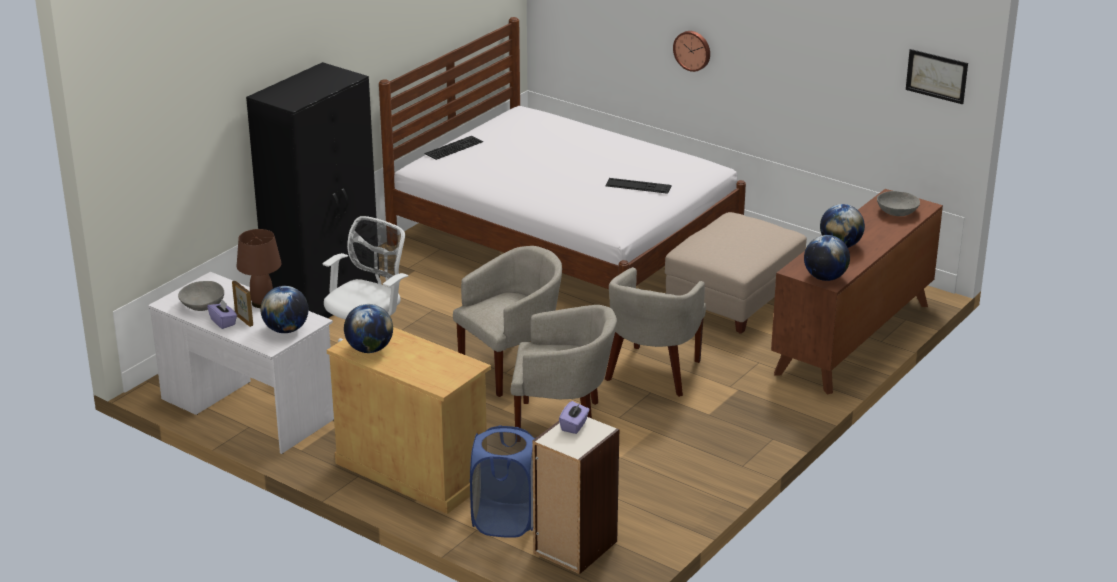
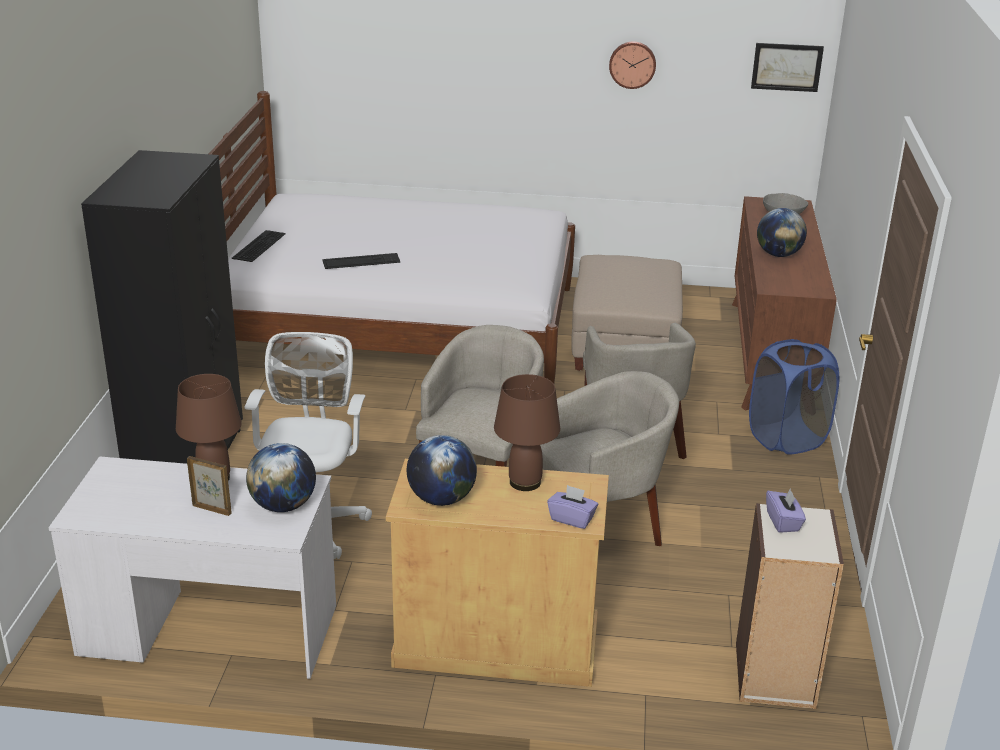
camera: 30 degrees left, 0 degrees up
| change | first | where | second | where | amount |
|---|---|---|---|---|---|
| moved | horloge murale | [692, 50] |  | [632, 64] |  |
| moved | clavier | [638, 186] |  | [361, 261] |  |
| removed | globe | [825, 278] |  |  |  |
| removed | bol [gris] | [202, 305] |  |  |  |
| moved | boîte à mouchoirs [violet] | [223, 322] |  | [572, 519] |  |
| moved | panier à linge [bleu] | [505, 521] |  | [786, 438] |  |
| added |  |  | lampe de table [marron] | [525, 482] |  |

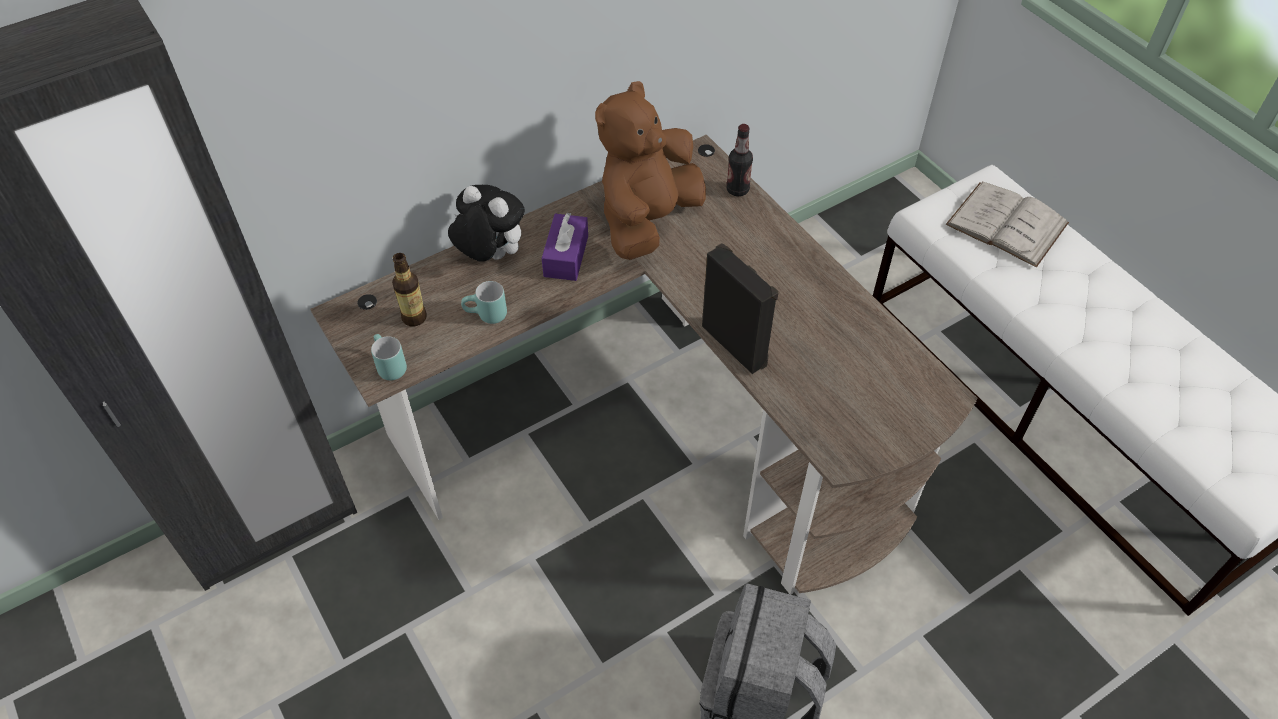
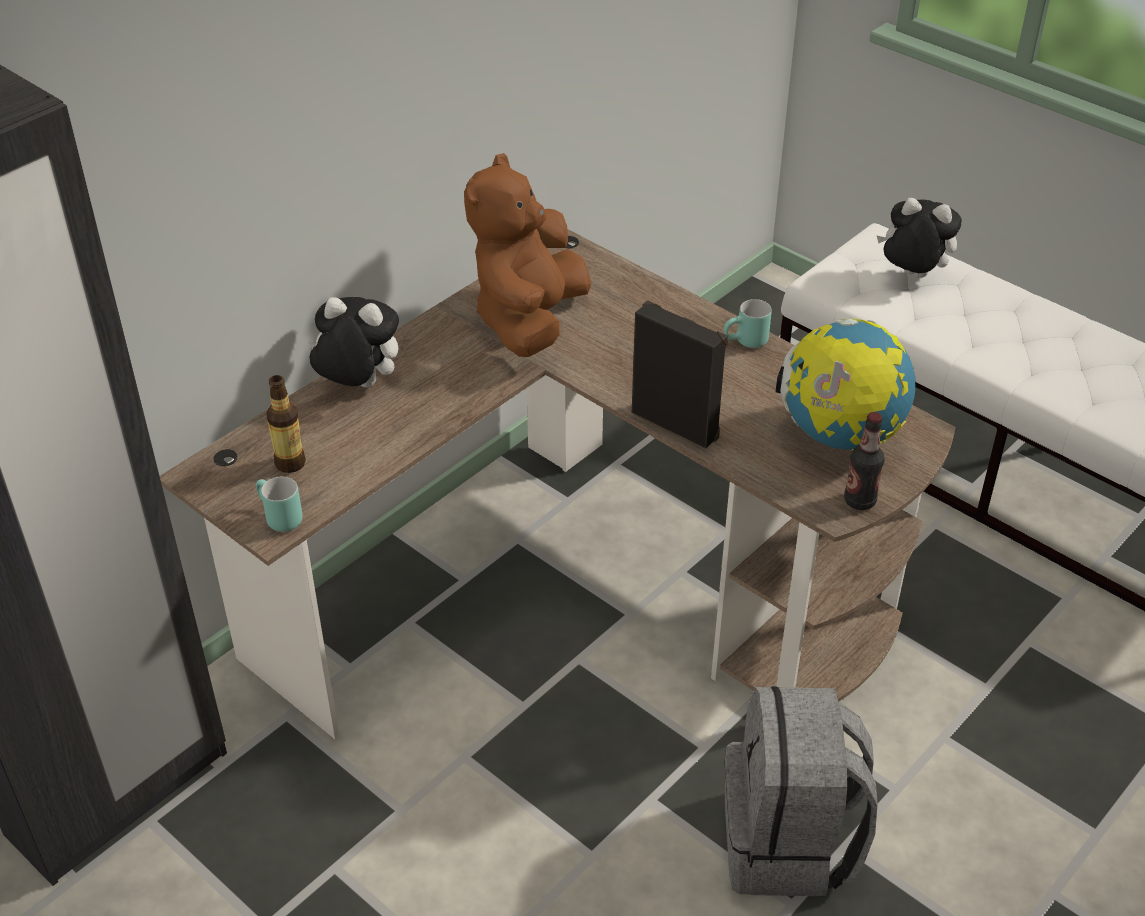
camera: 15 degrees left, 10 degrees down
| change | first | where | second | where | amount |
|---|---|---|---|---|---|
| moved | bouteille | [737, 190] |  | [859, 501] |  |
| replaced | livre [blanc] | [1007, 224] | peluche | [911, 276] |  |
| removed | boîte à mouchoirs [violet] | [566, 256] |  |  |  |
| moved | mug [turquoise] | [486, 317] |  | [746, 343] |  |
| added |  |  | globe | [839, 435] |  |

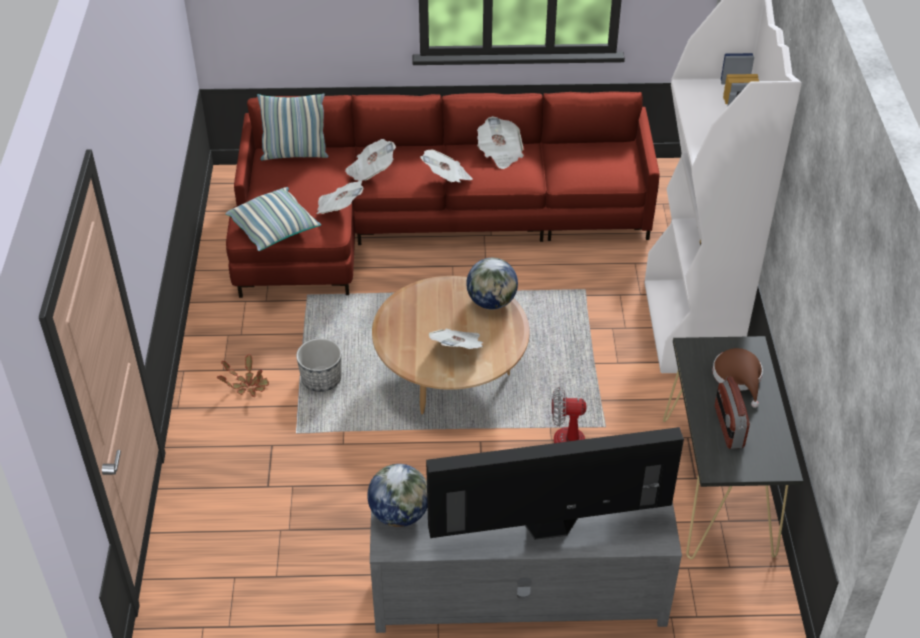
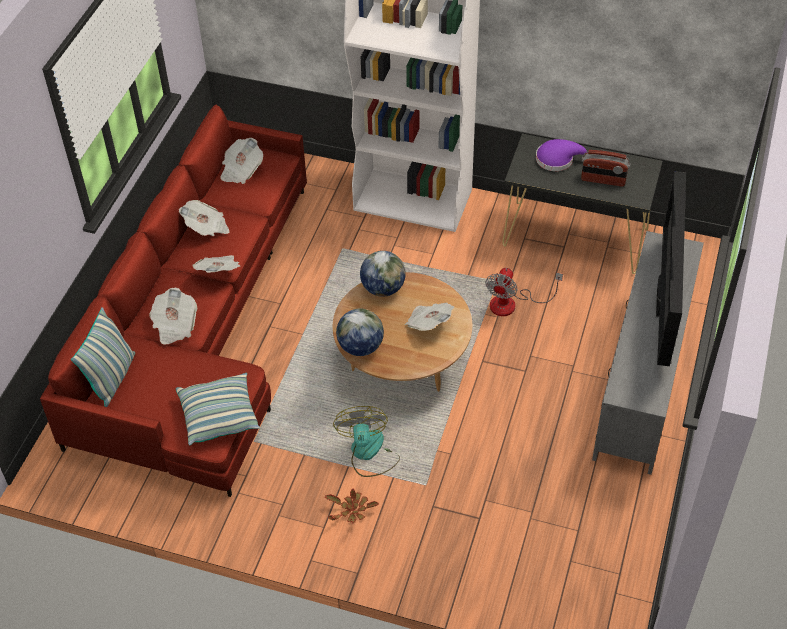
camera: 70 degrees left, 5 degrees up
| change | first | where | second | where | amount |
|---|---|---|---|---|---|
| moved | journal | [339, 208] |  | [241, 170] |  |
| replaced | cache-pot | [321, 379] | ventilateur | [368, 453] |  |
| recoloured | chapeau [marron] | [738, 377] | chapeau [violet] | [558, 159] |  |
| moved | globe | [399, 514] |  | [360, 347] |  |

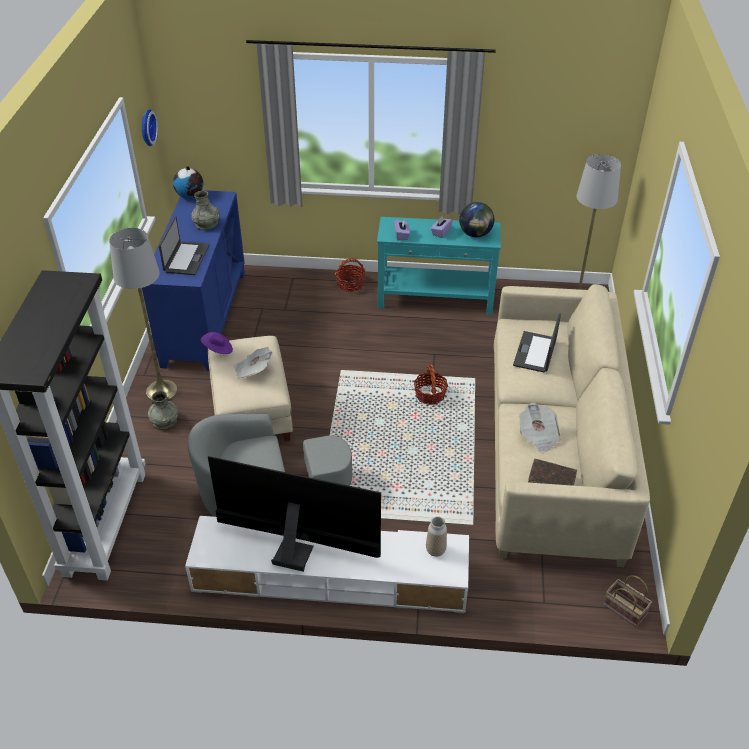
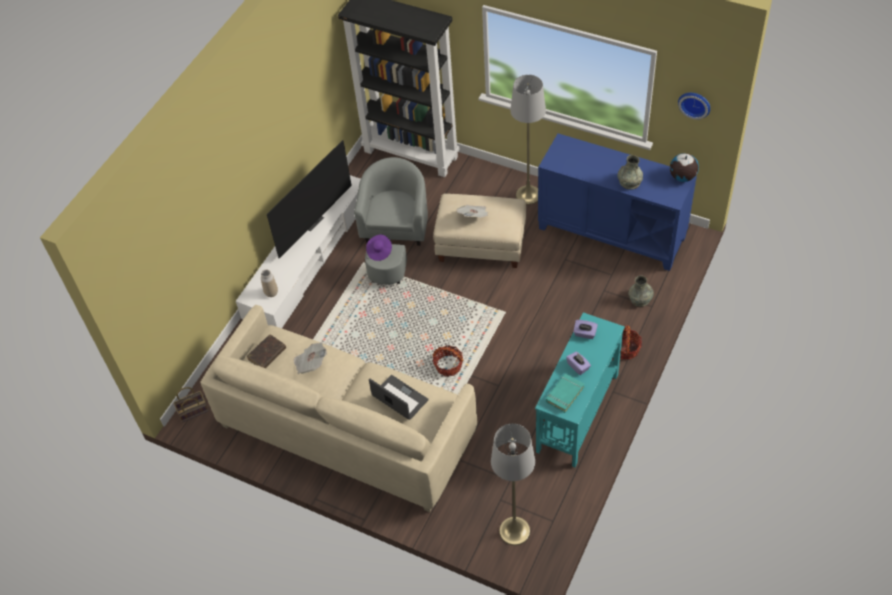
camera: 115 degrees right, 10 degrees up
| change | first | where | second | where | amount |
|---|---|---|---|---|---|
| replaced | globe | [475, 234] | livre [turquoise] | [564, 394] |  |
| removed | ordinateur portable | [186, 258] |  |  |  |
| moved | chapeau [violet] | [218, 349] |  | [379, 251] |  |
| moved | vase [gris] | [164, 421] |  | [640, 299] |  |

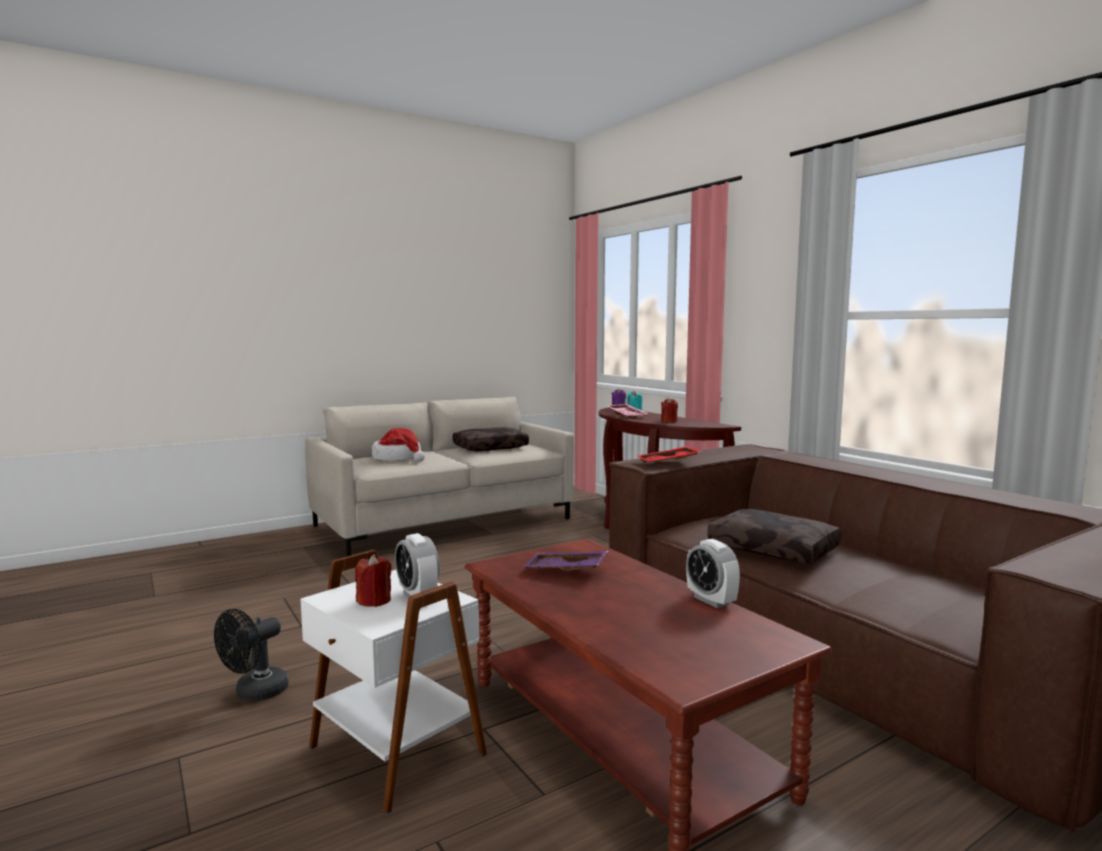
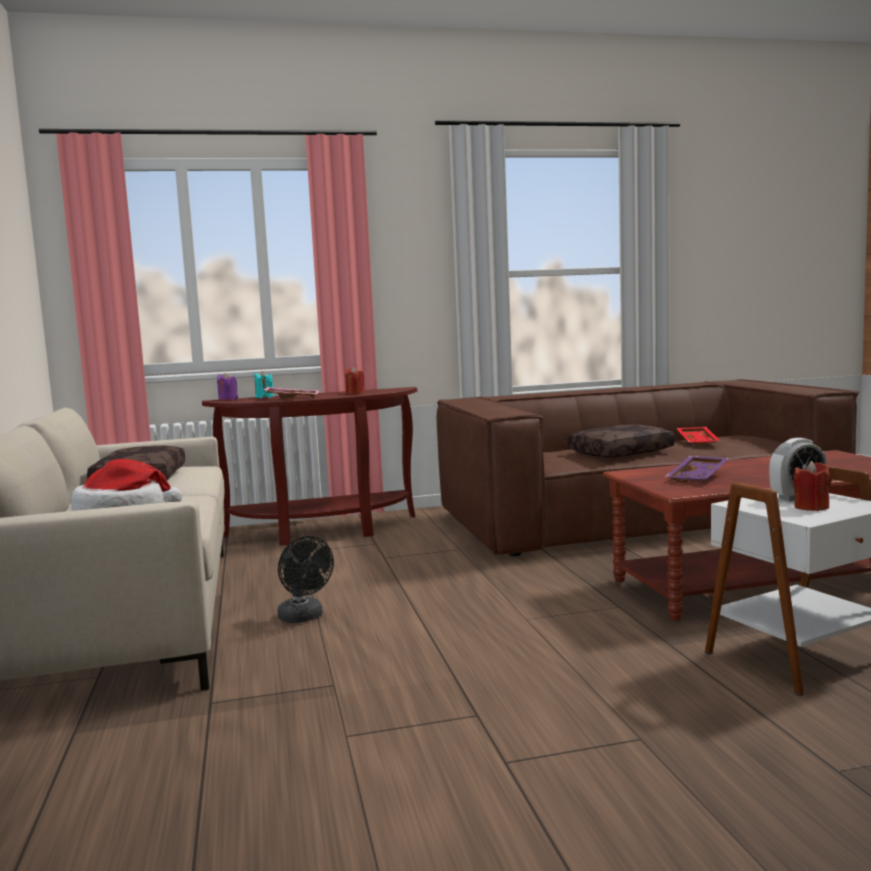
camera: 70 degrees left, 0 degrees up
| change | first | where | second | where | amount |
|---|---|---|---|---|---|
| moved | plateau [rouge] | [669, 462] |  | [698, 442] |  |
| removed | réveil | [711, 600] |  |  |  |
| moved | ventilateur [noir] | [254, 693] |  | [304, 618] |  |

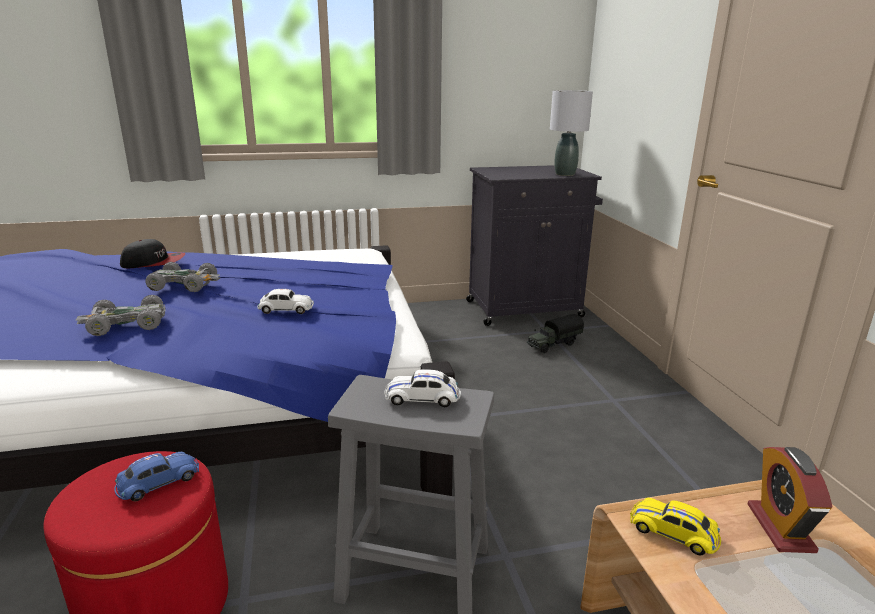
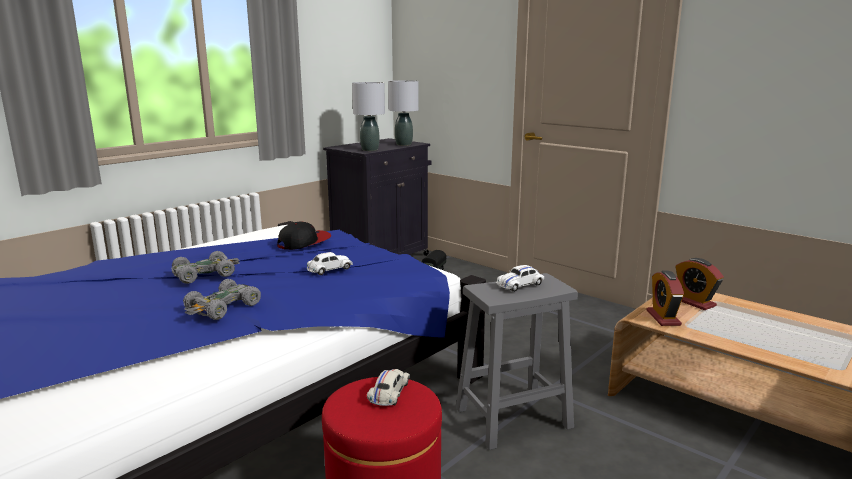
camera: 35 degrees left, 5 degrees down
| change | first | where | second | where | amount |
|---|---|---|---|---|---|
| moved | casquette | [154, 263] |  | [304, 242] |  |
| recoloured | petite voiture [bleu] | [158, 482] | petite voiture [blanc] | [389, 393] |  |
| replaced | petite voiture [jaune] | [673, 532] | réveil | [663, 318] |  |
| added |  |  | lampe de table [gris] | [370, 150] |  |

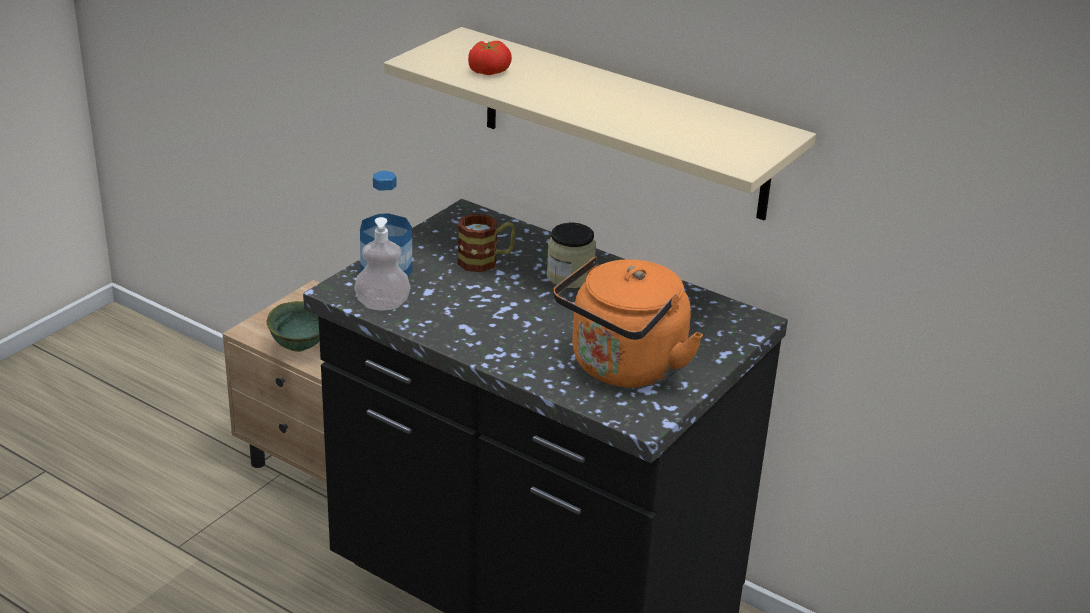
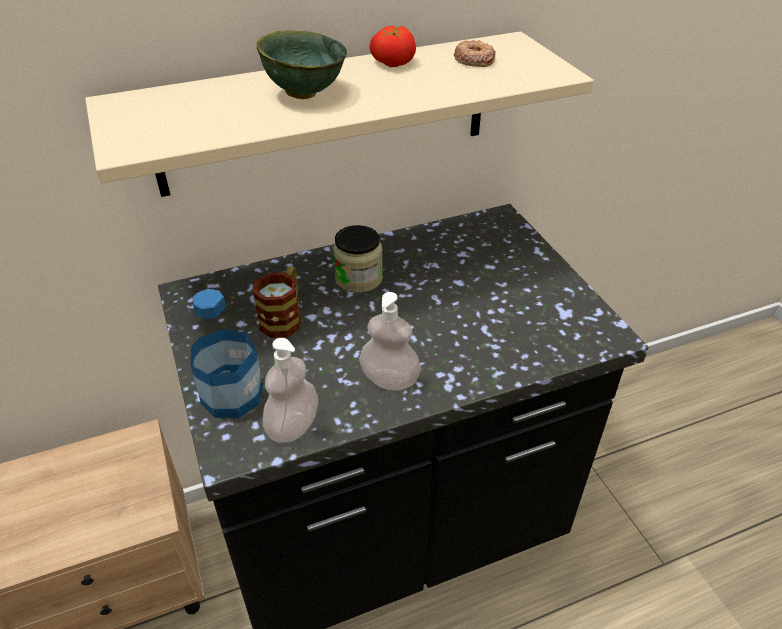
camera: 55 degrees left, 10 degrees up
| change | first | where | second | where | amount |
|---|---|---|---|---|---|
| moved | tomate | [488, 71] |  | [392, 62] |  |
| removed | bouilloire [orange] | [623, 369] |  |  |  |
| moved | bol [vert] | [300, 346] |  | [304, 93] |  |
| added |  |  | beignet | [474, 59] |  |
| added |  |  | distributeur de savon | [389, 379] |  |

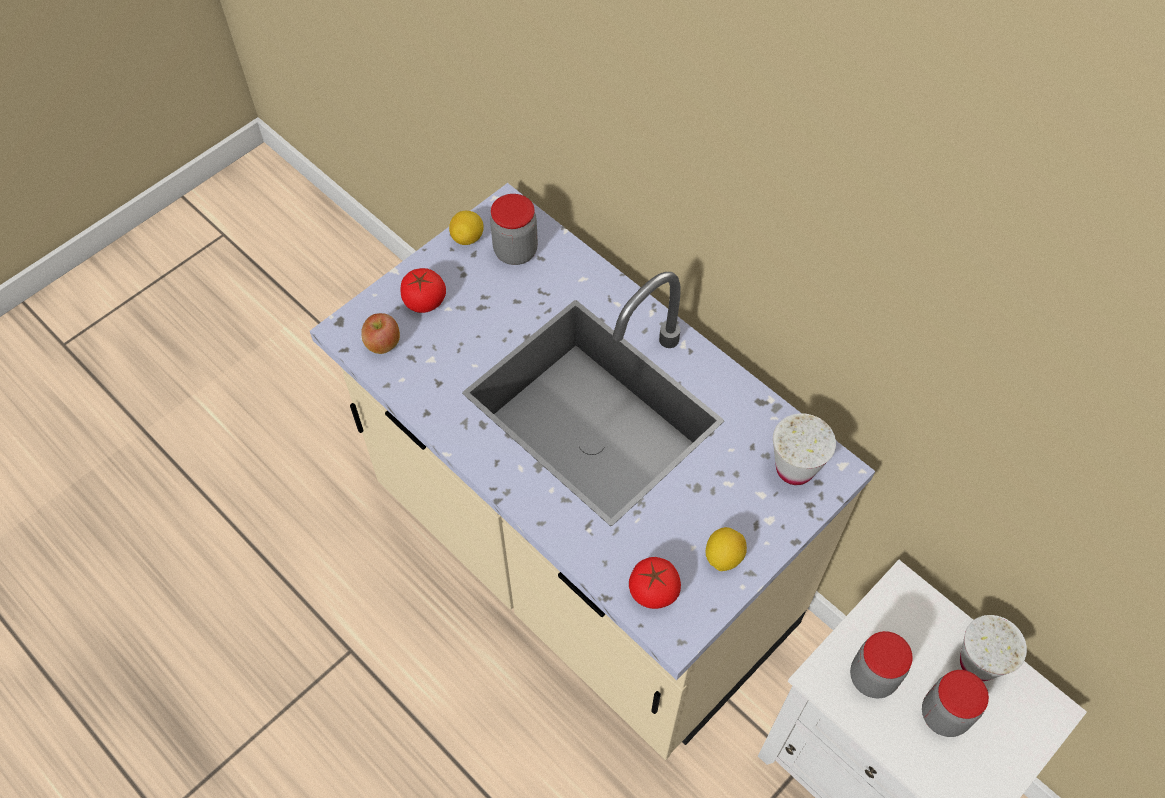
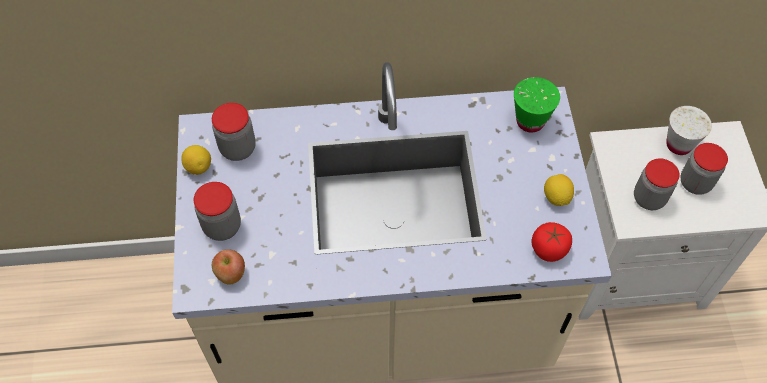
camera: 50 degrees left, 0 degrees up
| change | first | where | second | where | amount |
|---|---|---|---|---|---|
| replaced | tomate | [424, 301] | bocal | [222, 226] |  |
| recoloured | tasse [blanc] | [795, 468] | tasse [vert] | [530, 121] |  |

